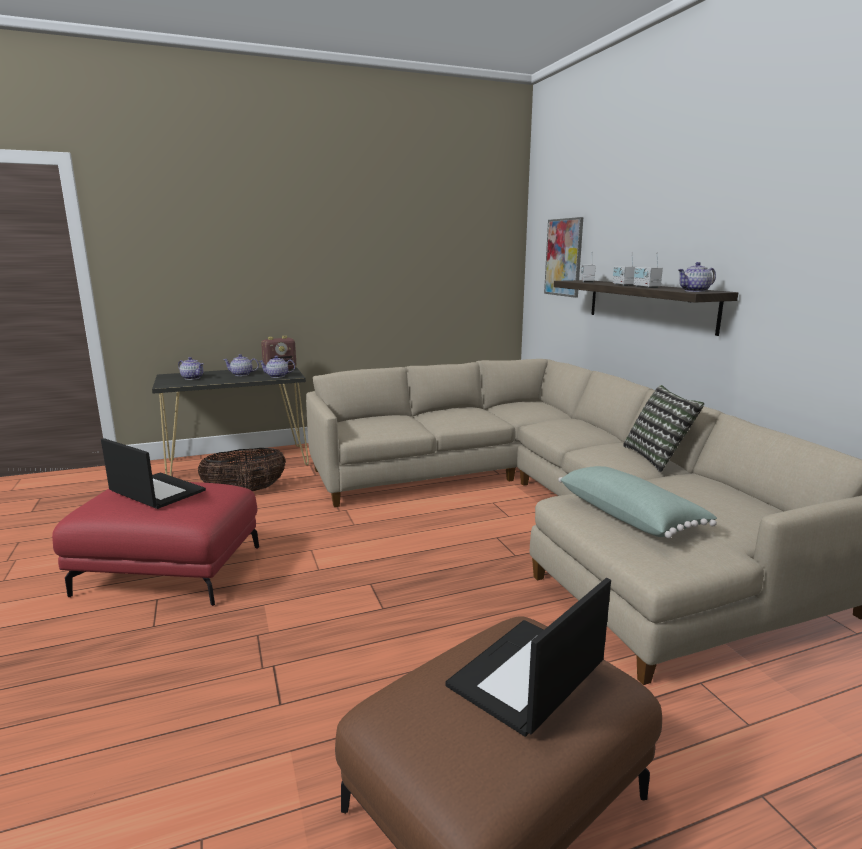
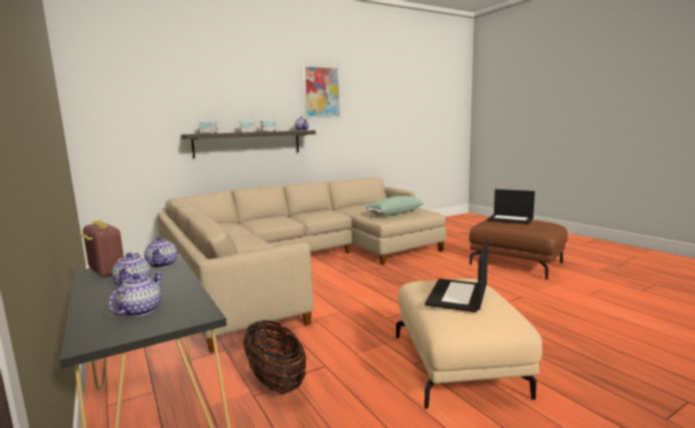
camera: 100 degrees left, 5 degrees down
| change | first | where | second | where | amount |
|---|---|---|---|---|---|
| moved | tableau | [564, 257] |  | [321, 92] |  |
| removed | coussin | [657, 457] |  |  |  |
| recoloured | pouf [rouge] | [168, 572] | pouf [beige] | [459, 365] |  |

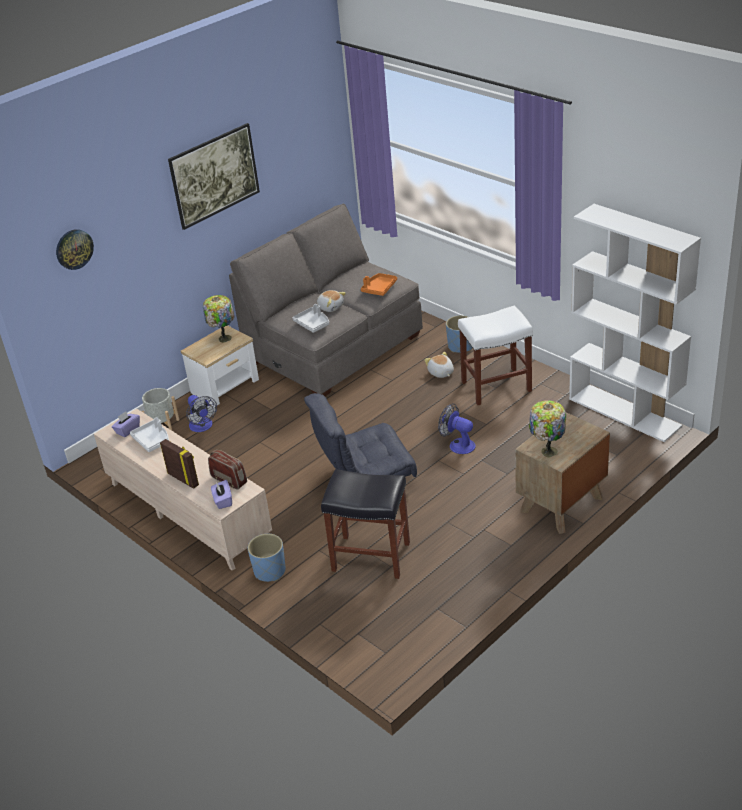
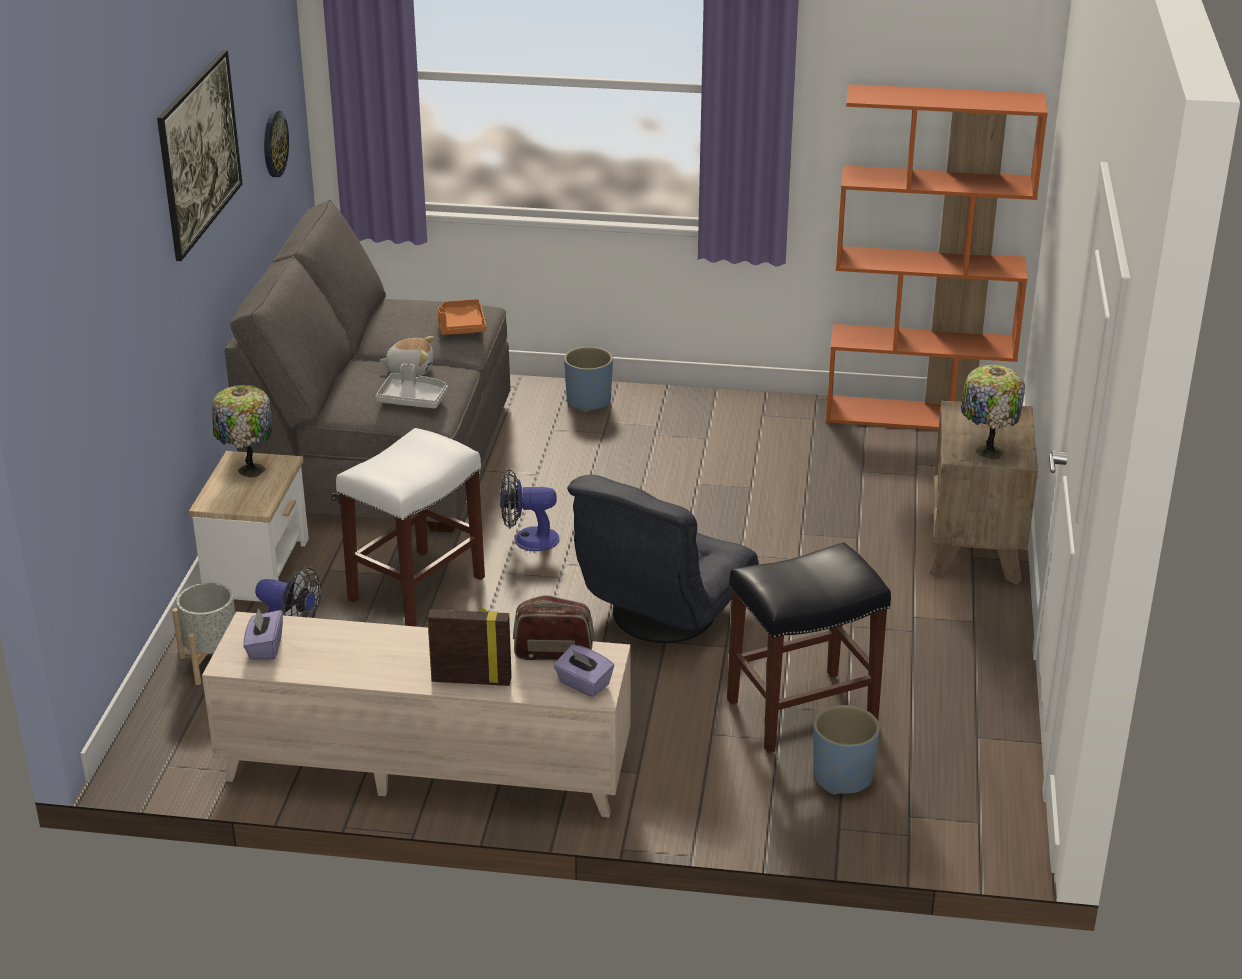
camera: 40 degrees left, 5 degrees down
| change | first | where | second | where | amount |
|---|---|---|---|---|---|
| recoloured | bibliothèque [blanc] | [625, 412] | bibliothèque [orange] | [917, 415] |  |
| moved | horloge murale | [74, 249] |  | [274, 143] |  |
| moved | tabouret [blanc] | [495, 387] |  | [416, 589] |  |
| removed | peluche | [440, 373] |  |  |  |
| moved | ventilateur | [458, 444] |  | [527, 539] |  |
| removed | plateau [blanc] | [152, 440] |  |  |  |
| moved | cache-pot [bleu] | [269, 571] |  | [842, 777] |  |

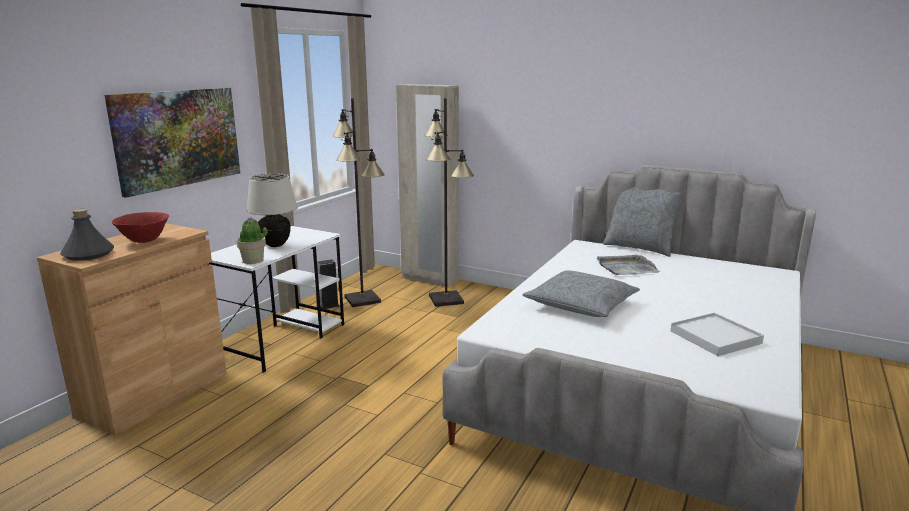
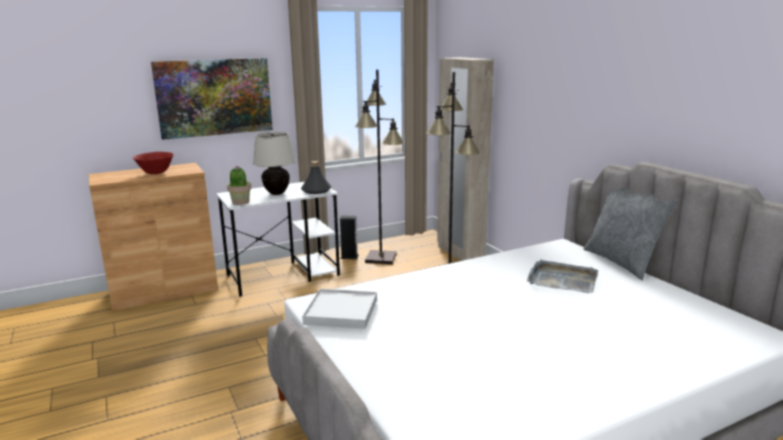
camera: 35 degrees right, 0 degrees up
| change | first | where | second | where | amount |
|---|---|---|---|---|---|
| moved | bouteille [gris] | [88, 254] |  | [316, 191] |  |
| removed | coussin [gris] | [580, 305] |  |  |  |
| moved | plateau [blanc] | [715, 337] |  | [341, 312] |  |

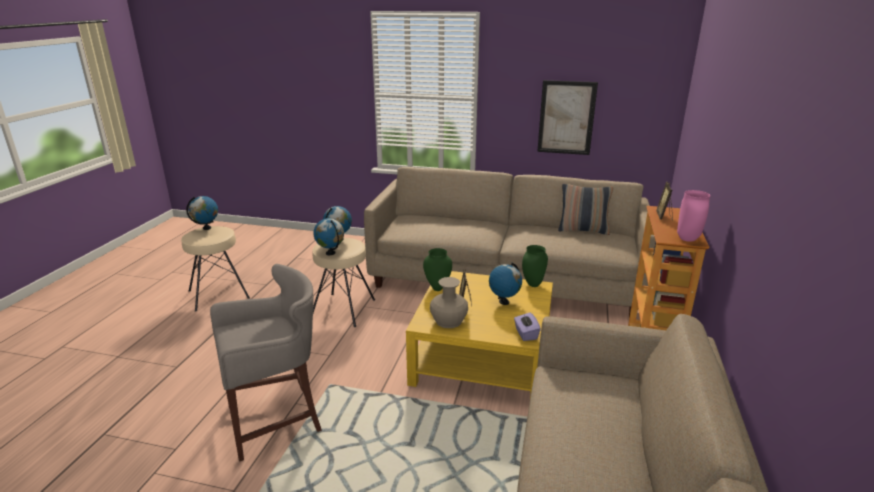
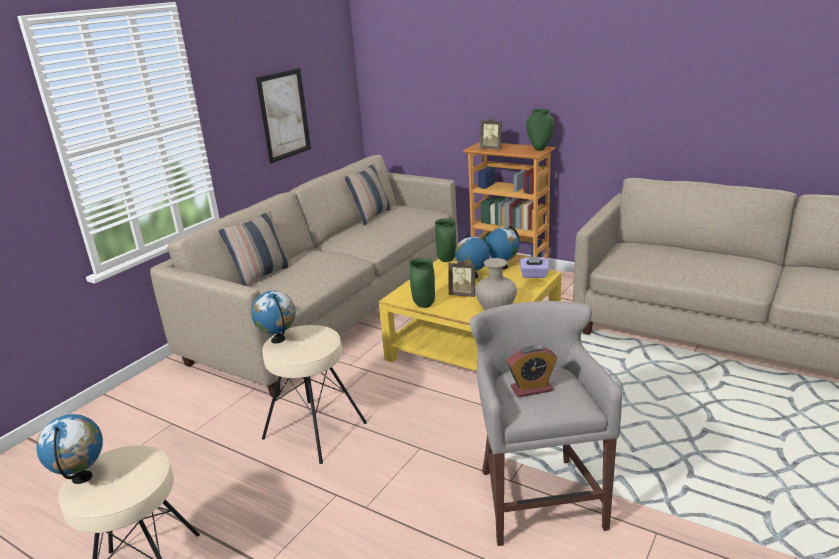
camera: 70 degrees left, 0 degrees up
| change | first | where | second | where | amount |
|---|---|---|---|---|---|
| recoloured | vase [rose] | [687, 239] | vase [vert] | [539, 149] |  |
| moved | globe | [330, 253] |  | [502, 267] |  |
| added |  |  | coussin | [261, 275] |  |
| added |  |  | réveil | [531, 389] |  |

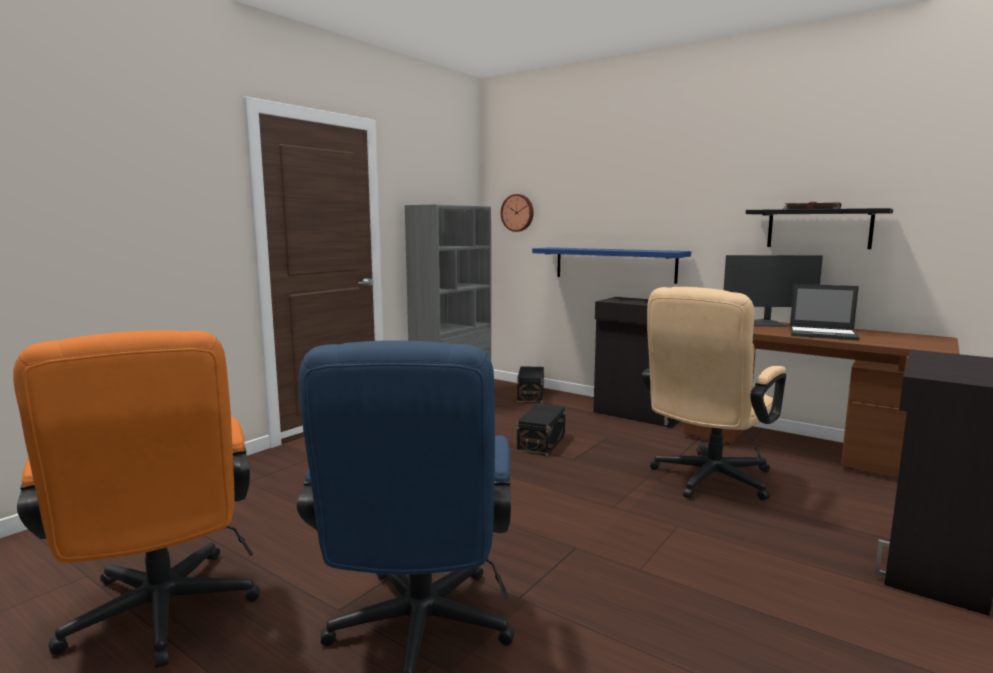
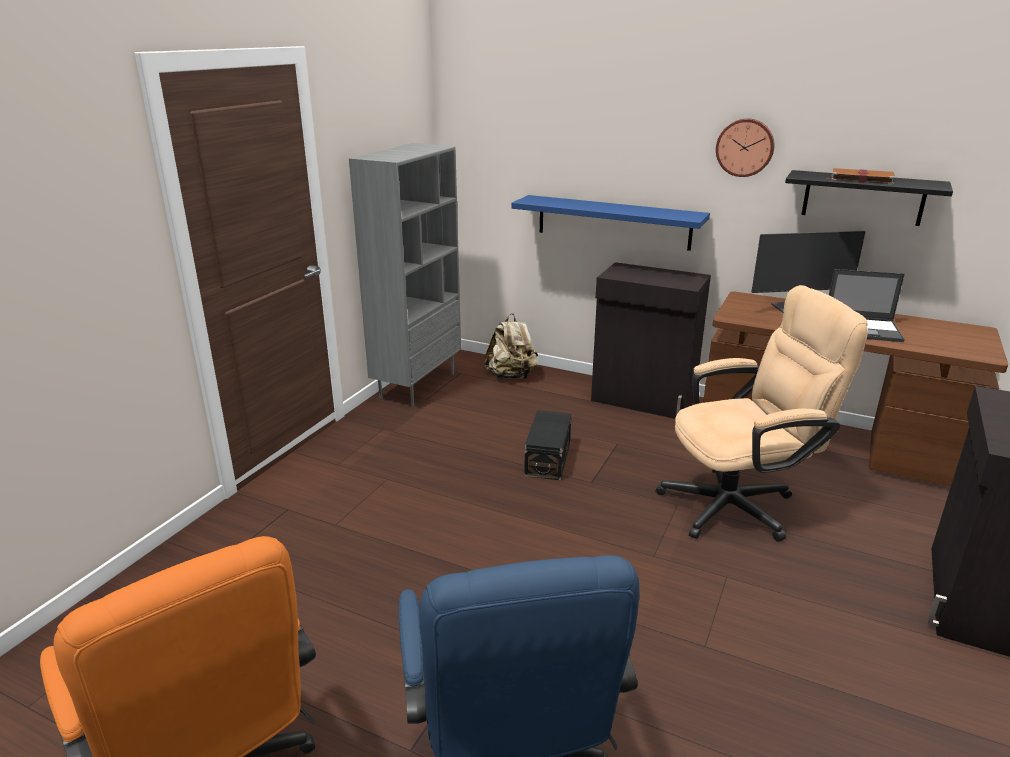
camera: 10 degrees left, 15 degrees up
| change | first | where | second | where | amount |
|---|---|---|---|---|---|
| moved | horloge murale | [518, 213] |  | [745, 147] |  |
| turned | chaise de bureau [beige] | [707, 481] |  | [740, 504] | 135 degrees counterclockwise |
| replaced | boîte de rangement [noir] | [531, 395] | sac à dos [beige] | [511, 376] |  |

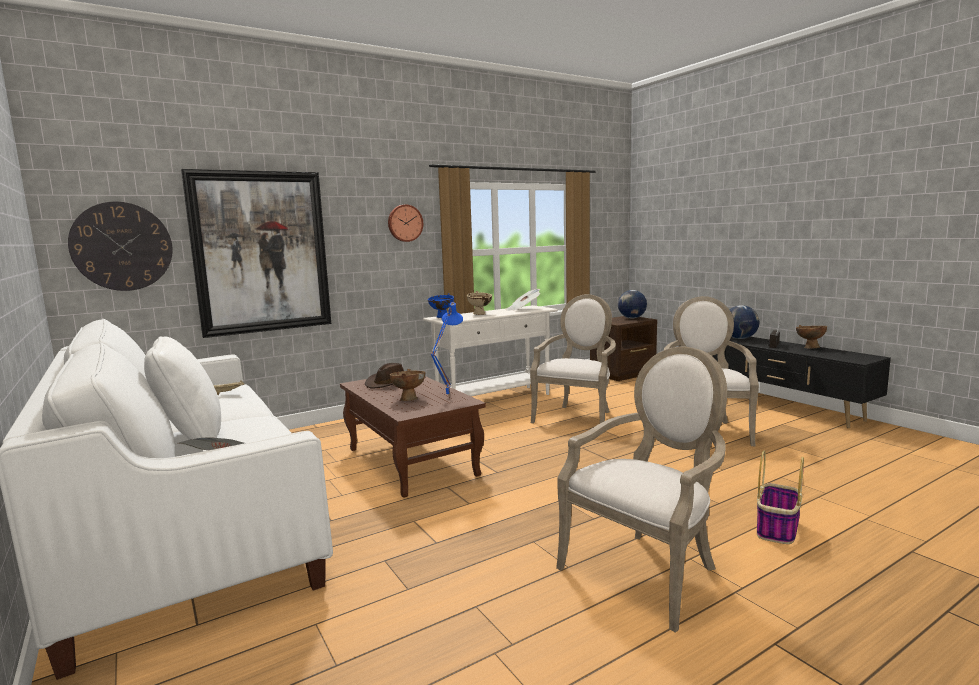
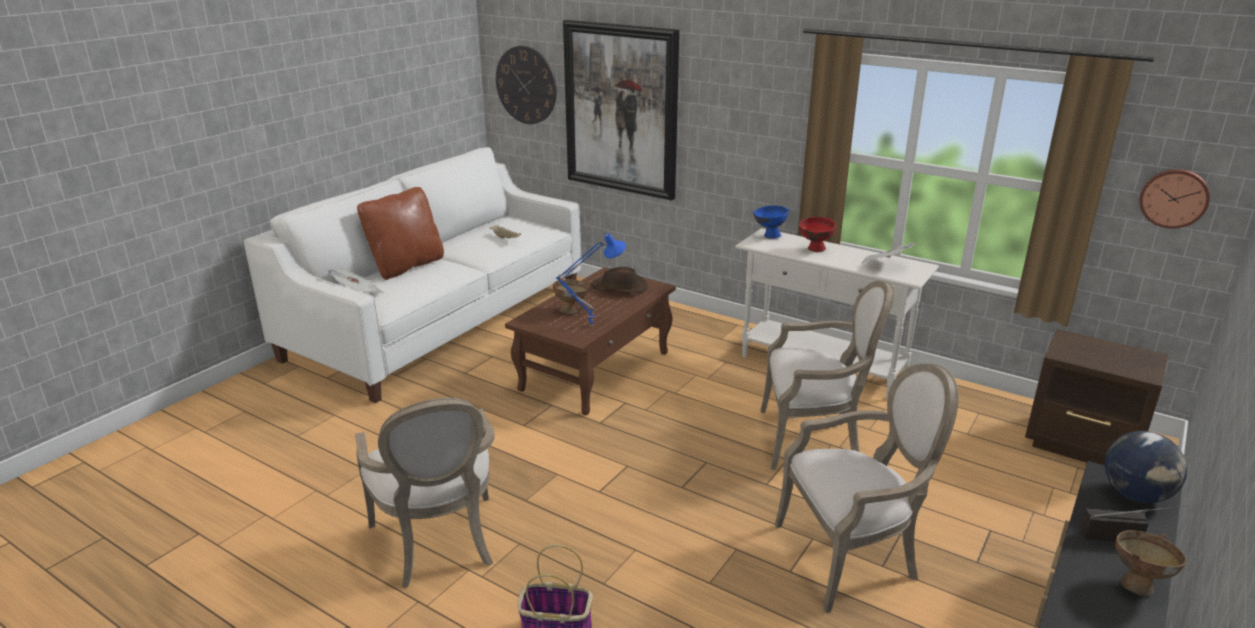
camera: 65 degrees right, 15 degrees up
| change | first | where | second | where | amount |
|---|---|---|---|---|---|
| moved | horloge murale | [405, 223] |  | [1174, 198] |  |
| removed | globe | [631, 318] |  |  |  |
| recoloured | bol [beige] | [480, 314] | bol [rouge] | [814, 250] |  |
| recoloured | coussin [blanc] | [191, 437] | coussin [marron] | [406, 266] |  |
| turned | fauteuil | [648, 570] |  | [439, 545] | 45 degrees clockwise |

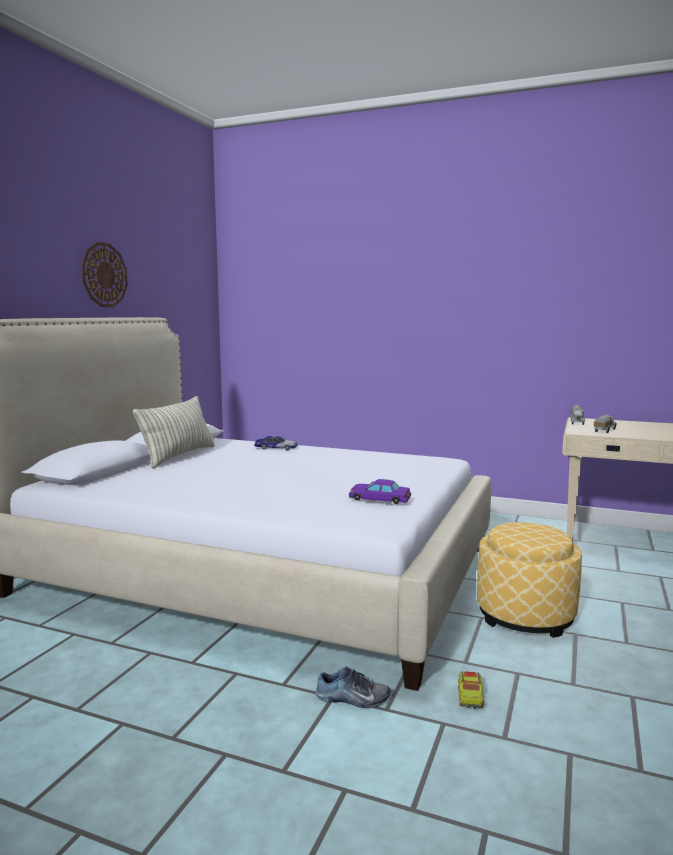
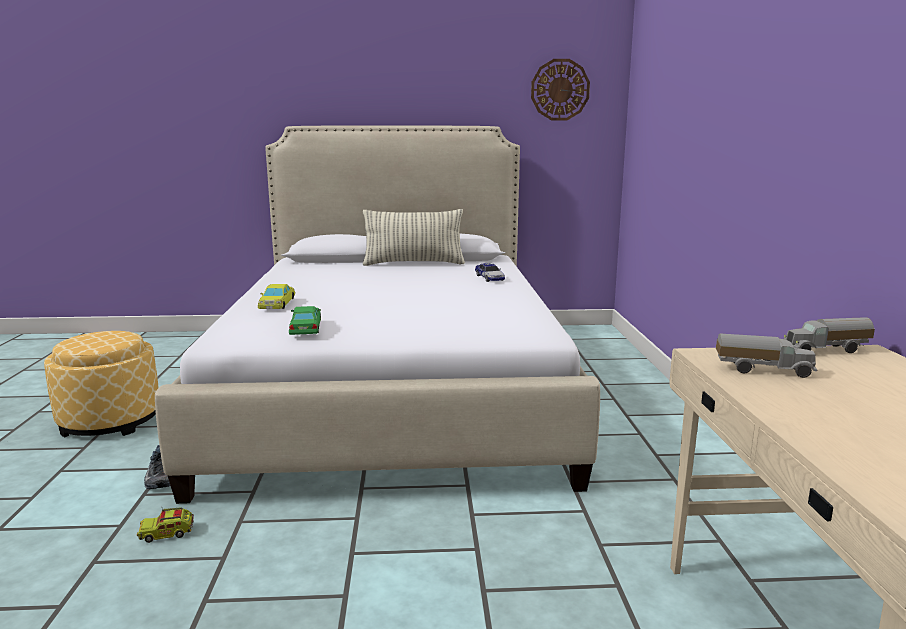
camera: 65 degrees right, 5 degrees up
| change | first | where | second | where | amount |
|---|---|---|---|---|---|
| moved | horloge murale | [104, 275] |  | [560, 90] |  |
| recoloured | petite voiture [violet] | [379, 498] | petite voiture [vert] | [306, 327] |  |
| moved | pouf | [525, 615] |  | [110, 421] |  |
| added |  |  | petite voiture [jaune] | [277, 303] |  |

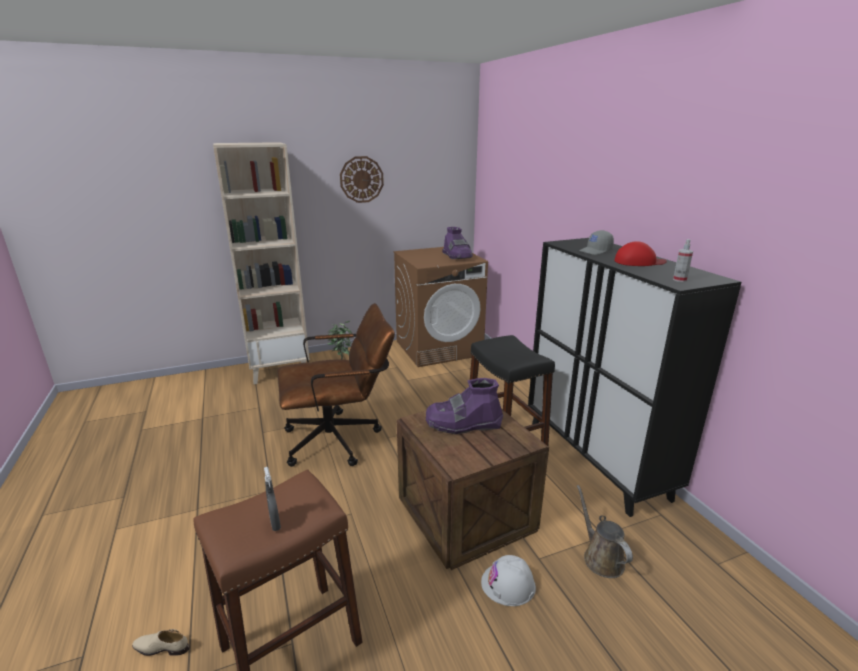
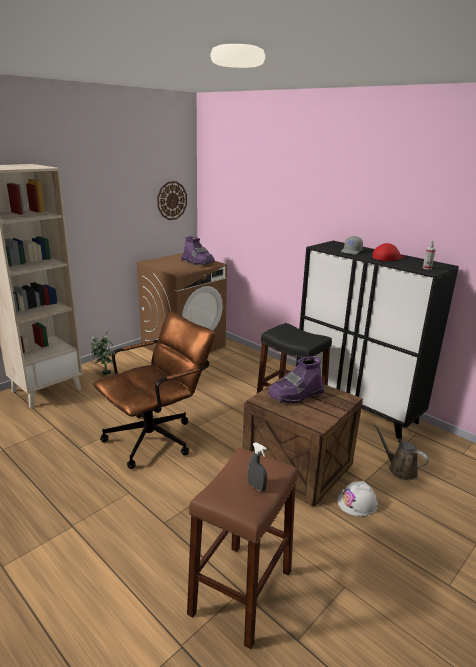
camera: 25 degrees left, 0 degrees up
| change | first | where | second | where | amount |
|---|---|---|---|---|---|
| moved | horloge murale | [361, 179] |  | [171, 200] |  |
| removed | chaussure [beige] | [162, 647] |  |  |  |

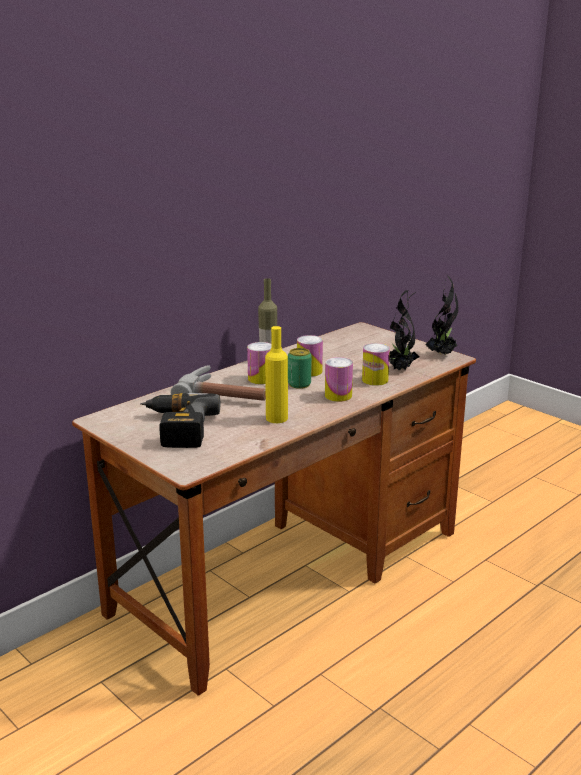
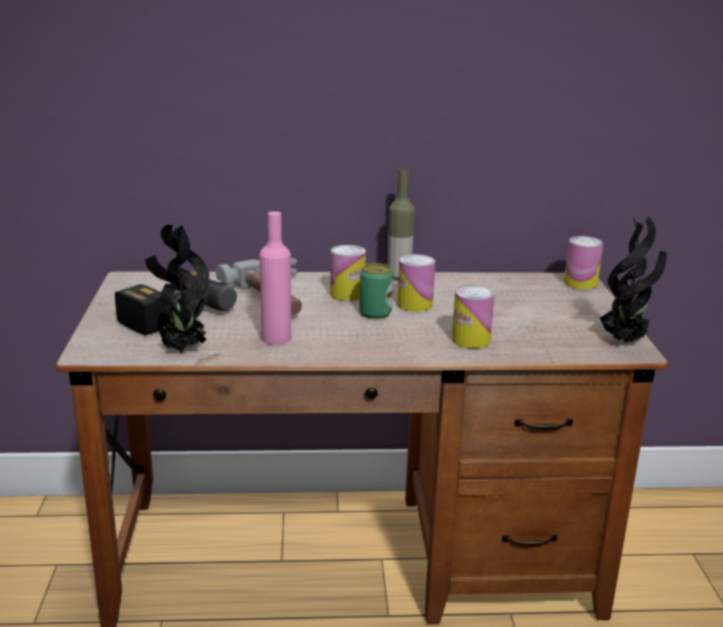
camera: 40 degrees right, 0 degrees up
| change | first | where | second | where | amount |
|---|---|---|---|---|---|
| moved | plante en pot | [400, 369] |  | [182, 350] |  |
| recoloured | bouteille [jaune] | [276, 418] | bouteille [rose] | [276, 338] |  |
| moved | boîte métallique | [338, 396] |  | [580, 283] |  |

